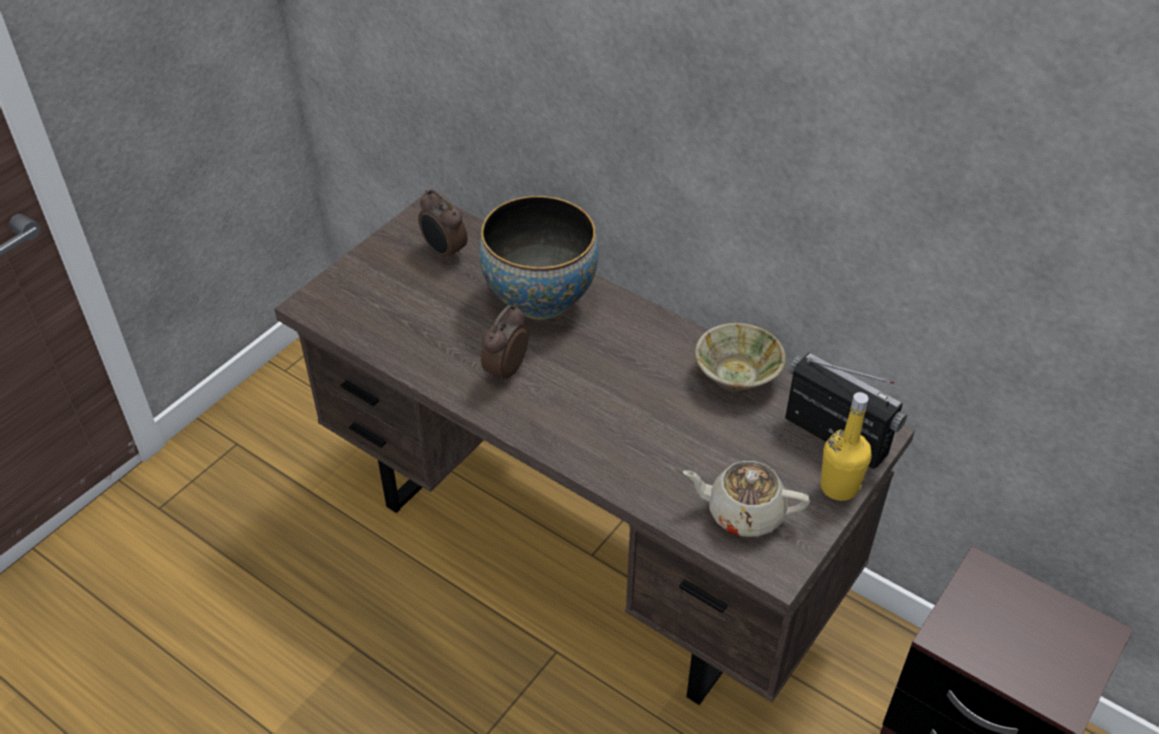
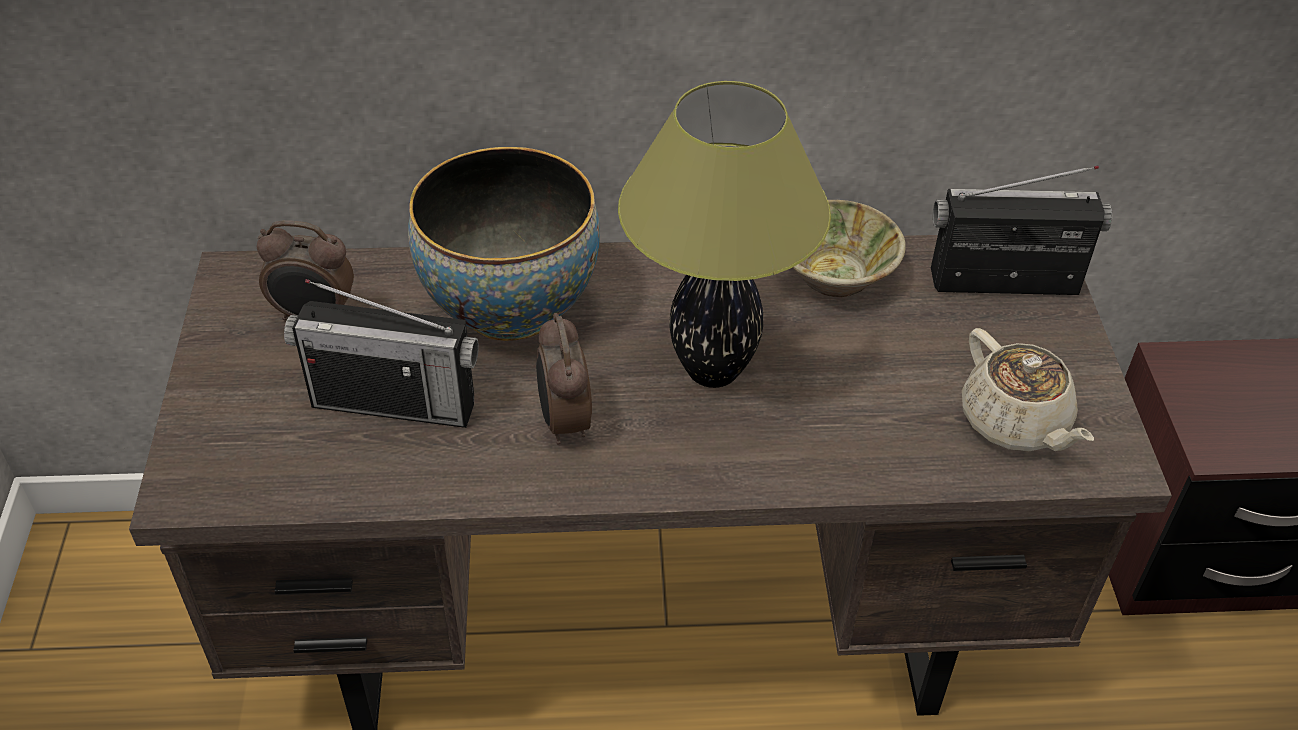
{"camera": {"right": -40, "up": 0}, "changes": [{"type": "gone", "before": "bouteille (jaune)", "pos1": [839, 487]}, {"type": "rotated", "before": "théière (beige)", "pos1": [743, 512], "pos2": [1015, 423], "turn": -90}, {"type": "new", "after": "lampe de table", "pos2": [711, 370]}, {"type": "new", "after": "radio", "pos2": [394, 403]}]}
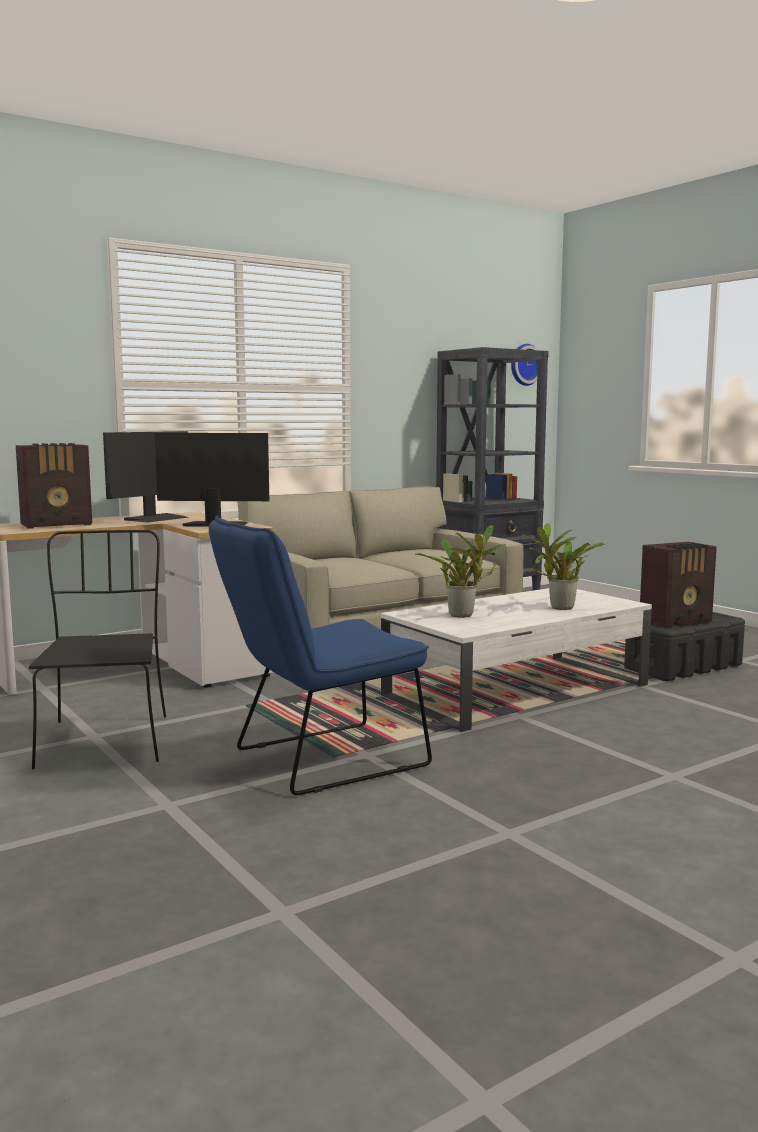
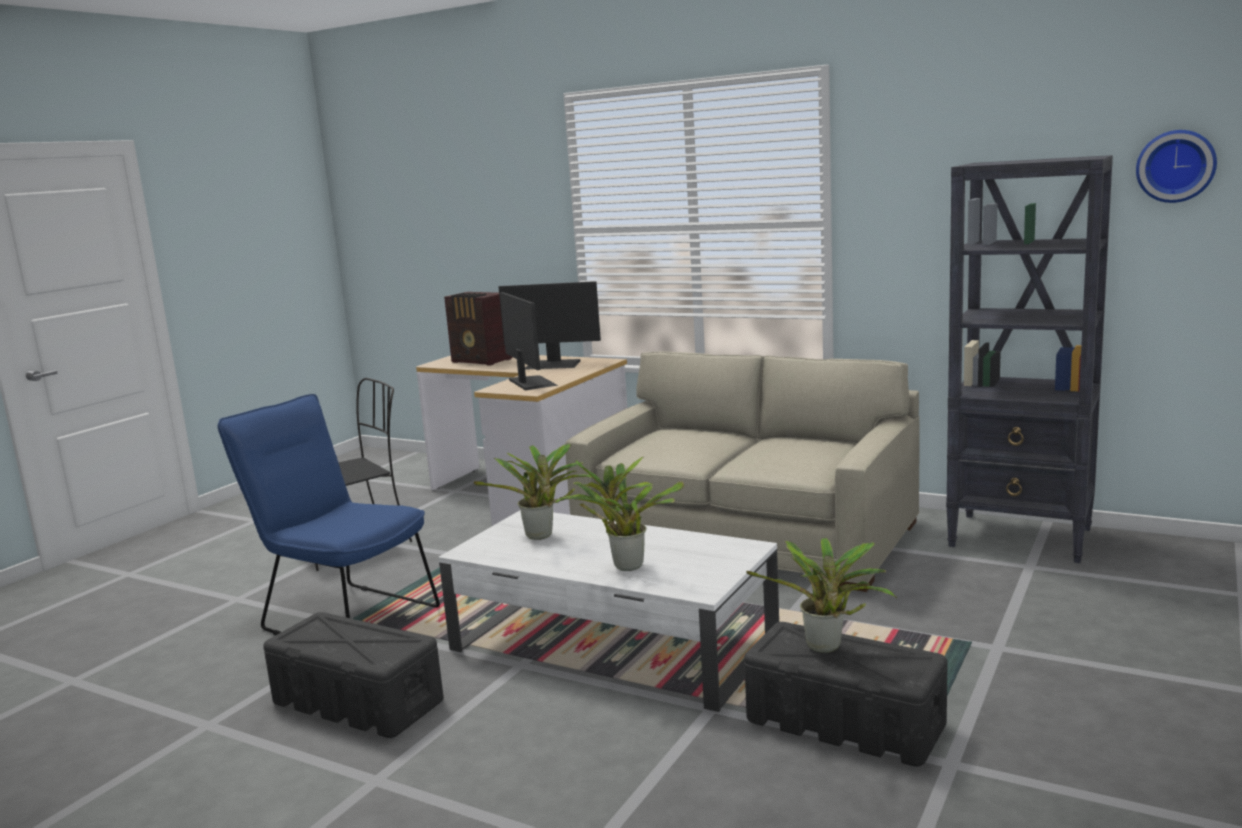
{"camera": {"right": 65, "up": 5}, "changes": [{"type": "swapped", "before": "radio", "after": "plante en pot", "pos1": [677, 620], "pos2": [826, 649]}, {"type": "new", "after": "boîte de rangement (noir)", "pos2": [358, 702]}]}
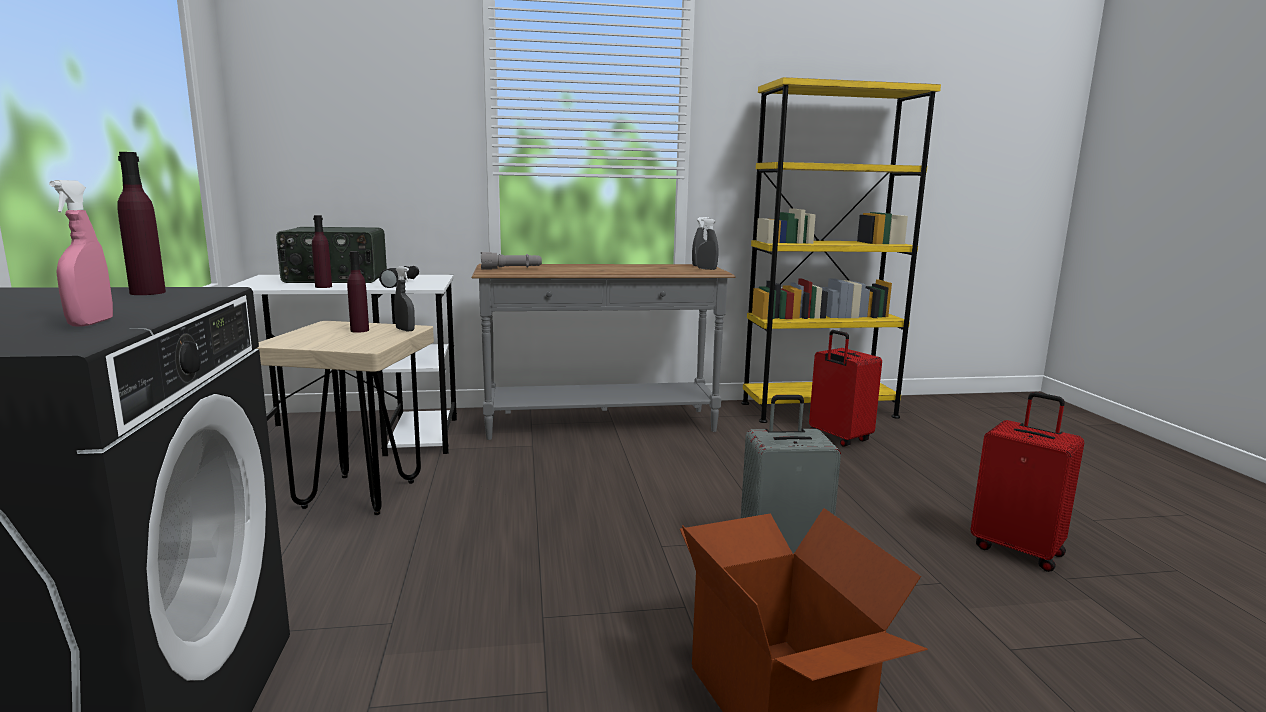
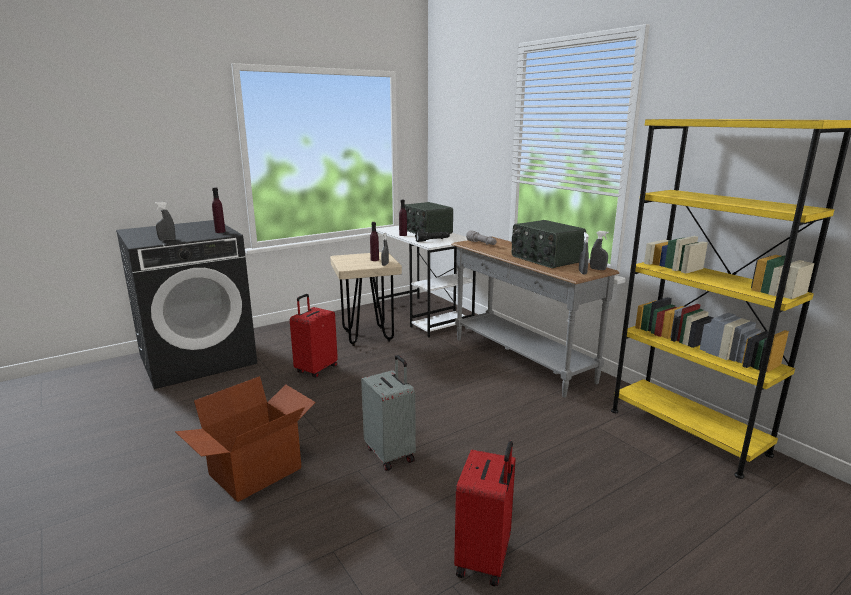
{"camera": {"right": 65, "up": 5}, "changes": [{"type": "repainted", "before": "vaporisateur (rose)", "after": "vaporisateur (gris)", "pos1": [91, 323], "pos2": [167, 240]}, {"type": "shifted", "before": "valise (rouge)", "pos1": [838, 438], "pos2": [316, 369]}, {"type": "new", "after": "radio", "pos2": [545, 259]}]}
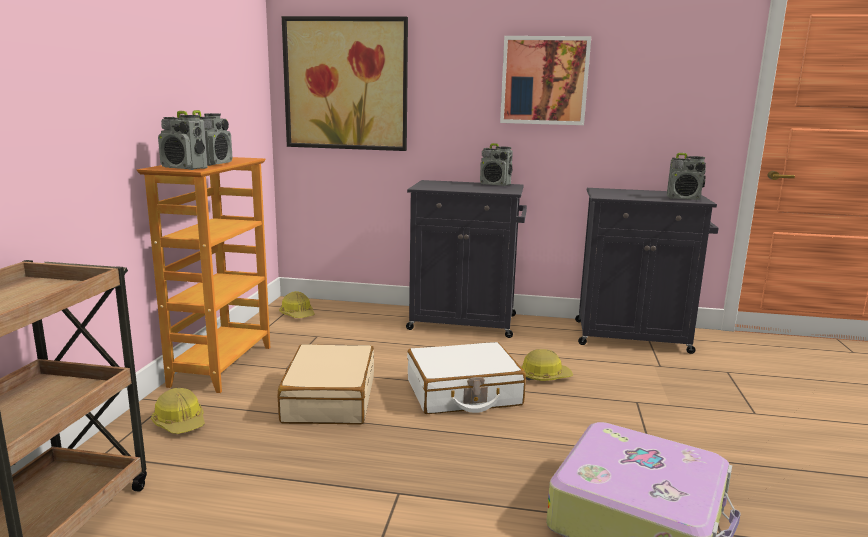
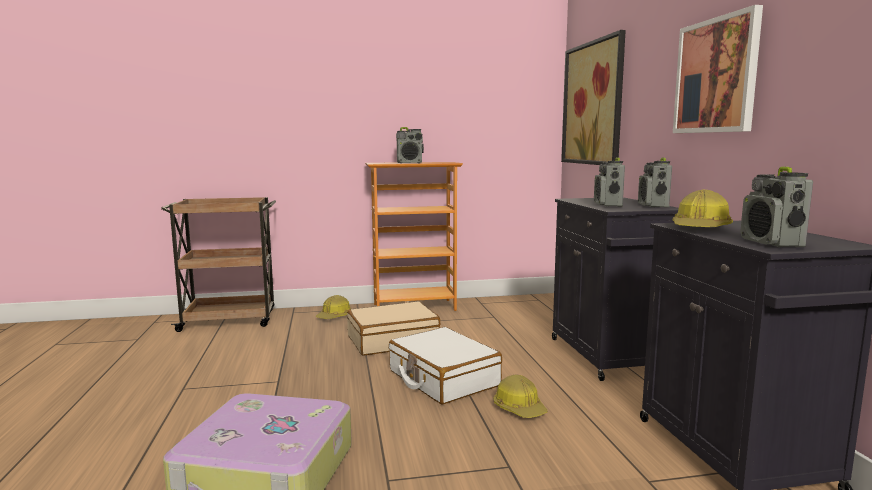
{"camera": {"right": 70, "up": -5}, "changes": [{"type": "shifted", "before": "radio", "pos1": [184, 168], "pos2": [608, 205]}, {"type": "shifted", "before": "casque de chantier", "pos1": [298, 314], "pos2": [700, 229]}]}
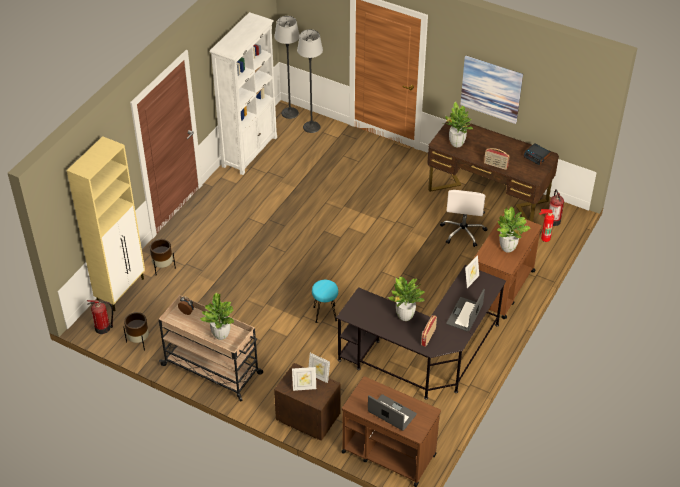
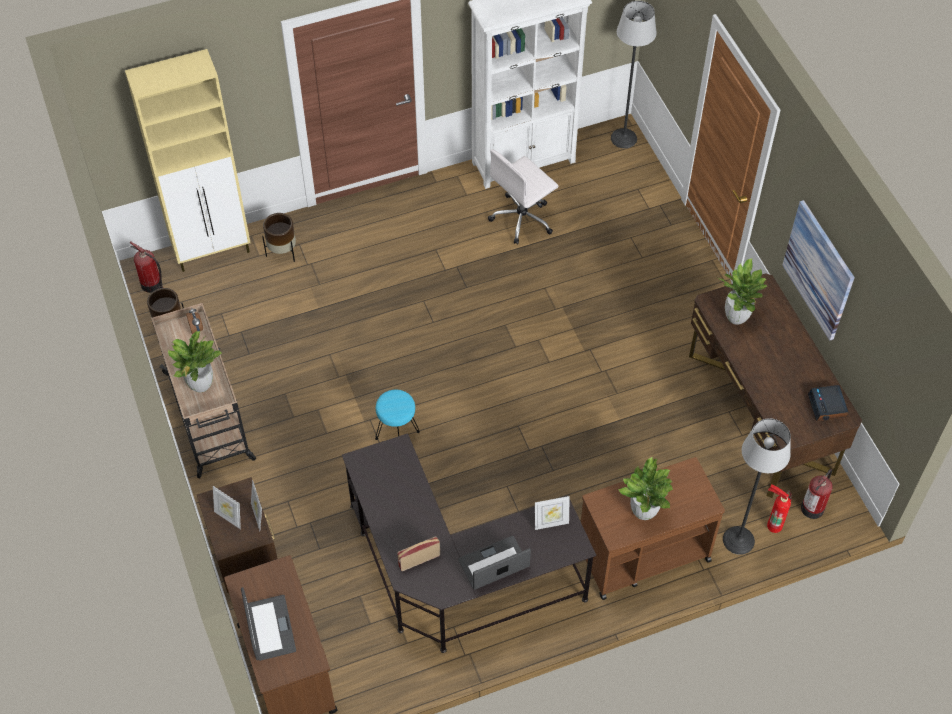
{"camera": {"right": 40, "up": 10}, "changes": [{"type": "shifted", "before": "lampadaire", "pos1": [311, 127], "pos2": [739, 540]}, {"type": "gone", "before": "radio", "pos1": [495, 165]}, {"type": "shifted", "before": "chaise de bureau (blanc)", "pos1": [463, 232], "pos2": [522, 218]}, {"type": "gone", "before": "plante en pot", "pos1": [405, 316]}]}
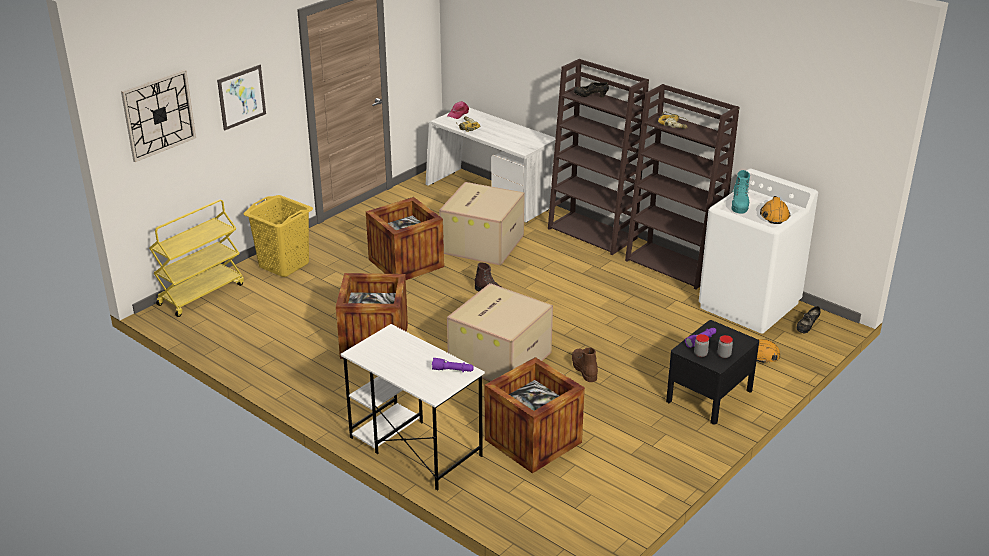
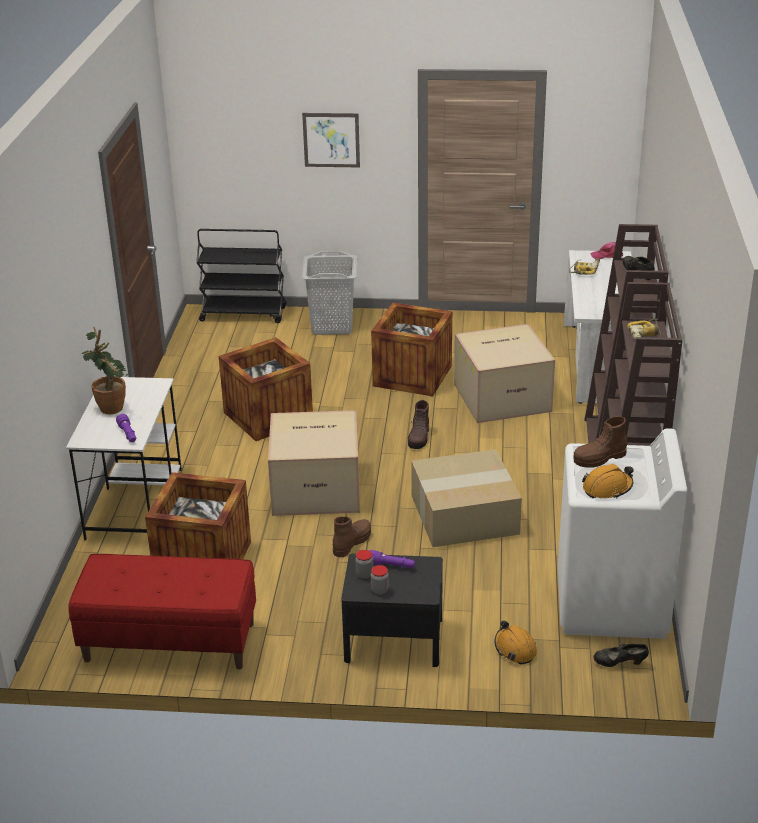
{"camera": {"right": 55, "up": 0}, "changes": [{"type": "gone", "before": "horloge murale", "pos1": [158, 115]}, {"type": "repainted", "before": "botte (turquoise)", "after": "botte (marron)", "pos1": [739, 205], "pos2": [599, 459]}, {"type": "repainted", "before": "panier à linge (jaune)", "after": "panier à linge (gris)", "pos1": [284, 264], "pos2": [332, 325]}, {"type": "repainted", "before": "chariot (jaune)", "after": "chariot (noir)", "pos1": [201, 294], "pos2": [244, 314]}, {"type": "new", "after": "plante en pot", "pos2": [111, 405]}, {"type": "new", "after": "carton", "pos2": [463, 515]}, {"type": "new", "after": "banc (rouge)", "pos2": [169, 642]}]}
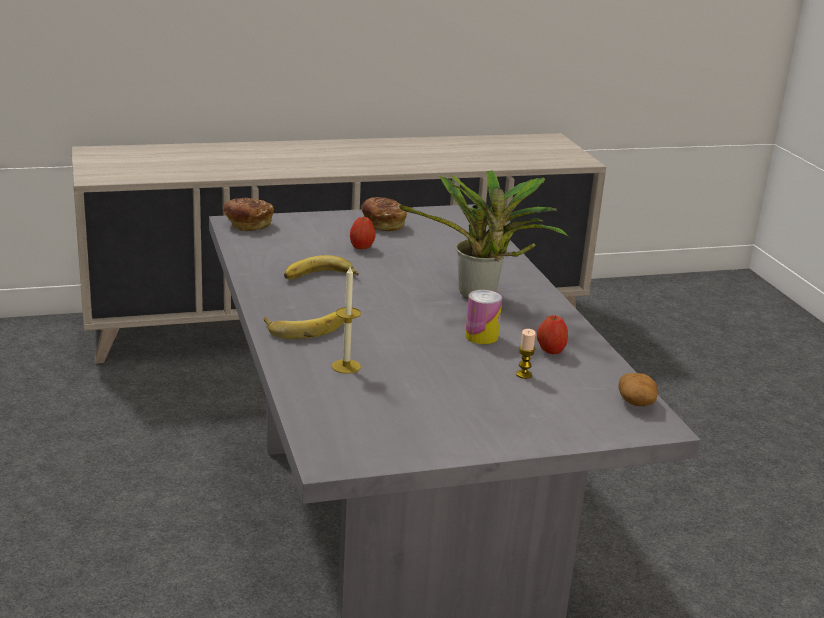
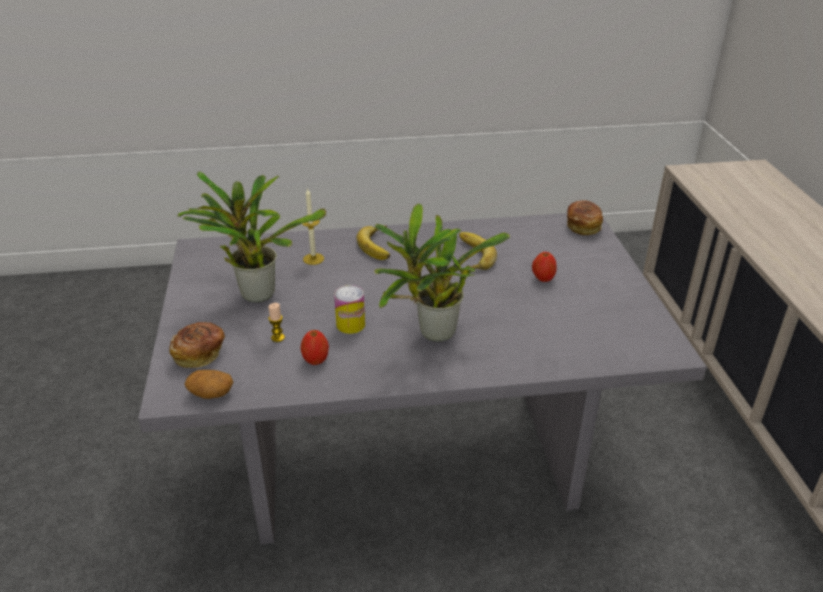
{"camera": {"right": 100, "up": 10}, "changes": [{"type": "shifted", "before": "pain", "pos1": [382, 224], "pos2": [200, 354]}, {"type": "new", "after": "plante en pot", "pos2": [255, 292]}]}
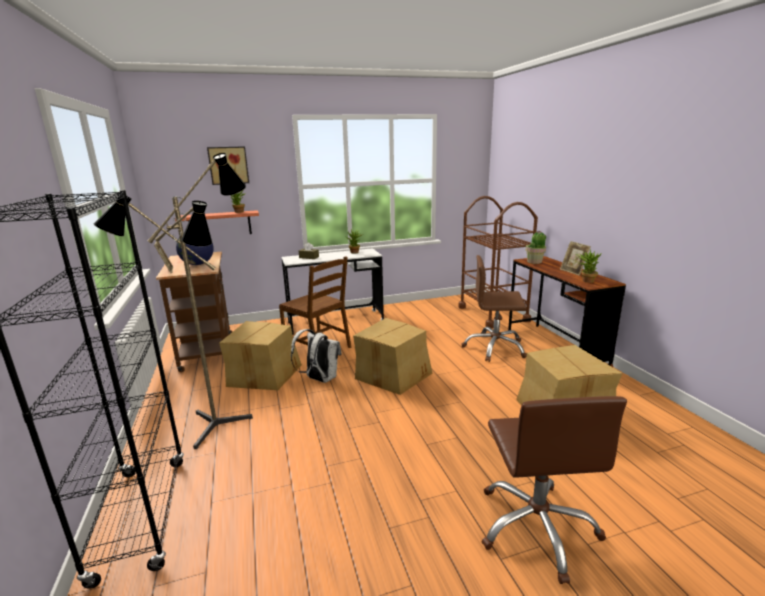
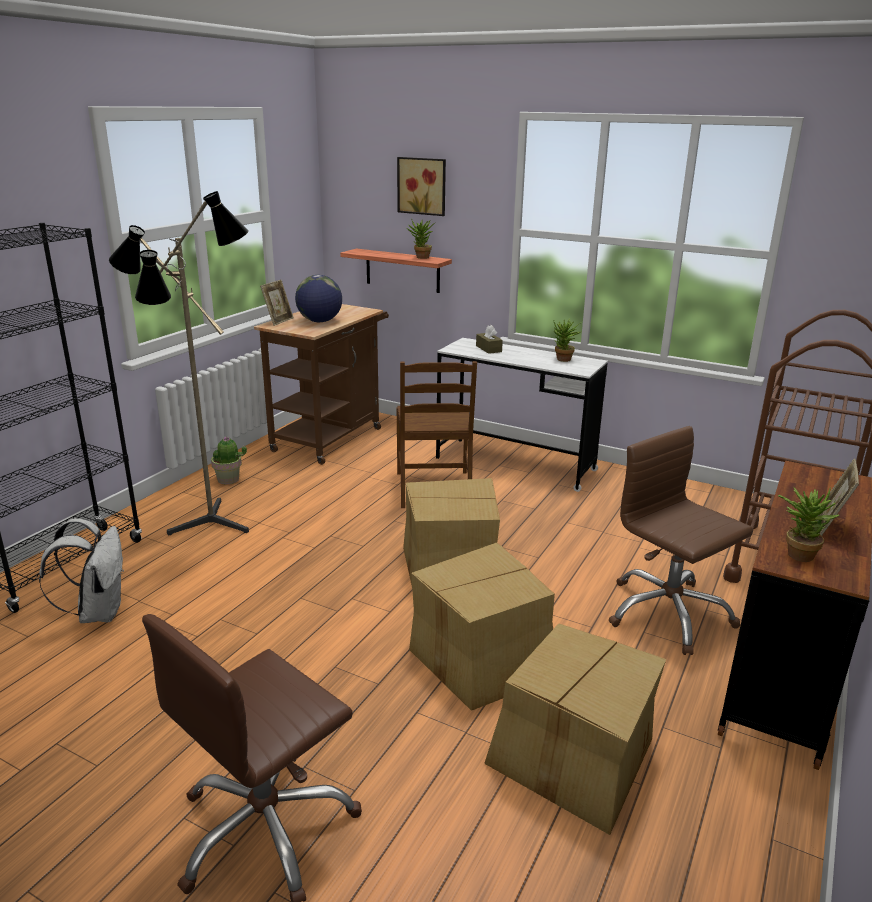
{"camera": {"right": 45, "up": 5}, "changes": [{"type": "shifted", "before": "plante en pot", "pos1": [534, 262], "pos2": [228, 479]}, {"type": "shifted", "before": "carton", "pos1": [264, 374], "pos2": [483, 658]}, {"type": "shifted", "before": "sac à dos (blanc)", "pos1": [319, 379], "pos2": [98, 612]}]}
